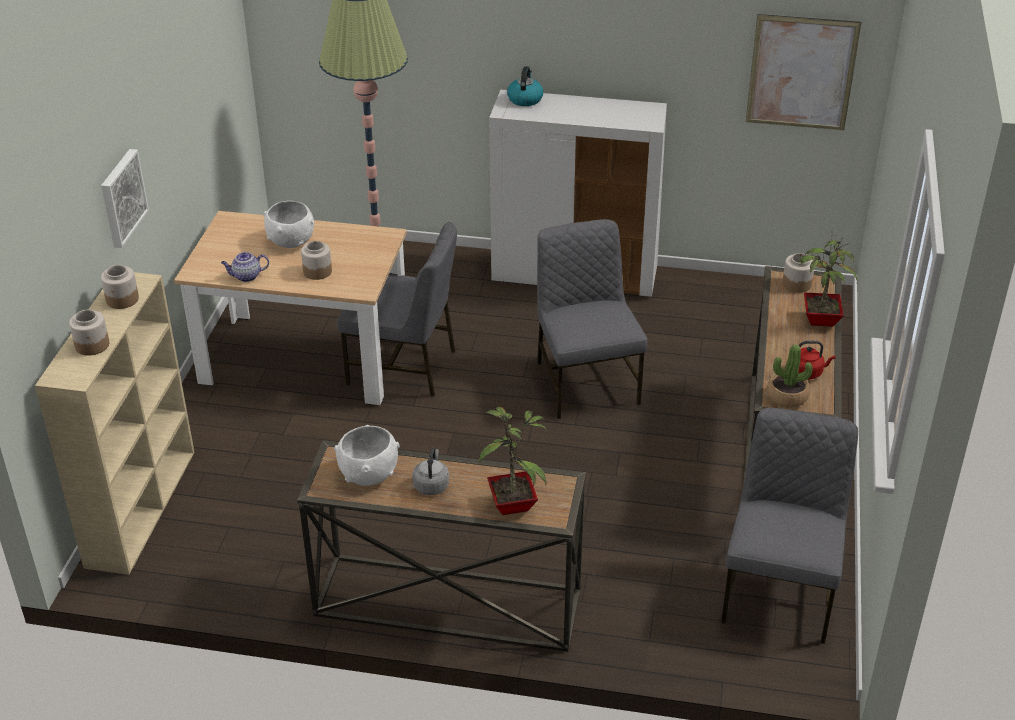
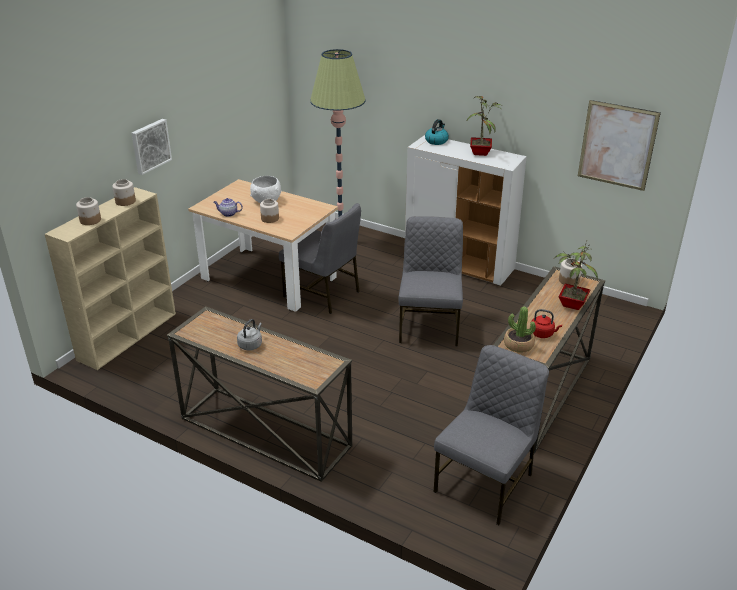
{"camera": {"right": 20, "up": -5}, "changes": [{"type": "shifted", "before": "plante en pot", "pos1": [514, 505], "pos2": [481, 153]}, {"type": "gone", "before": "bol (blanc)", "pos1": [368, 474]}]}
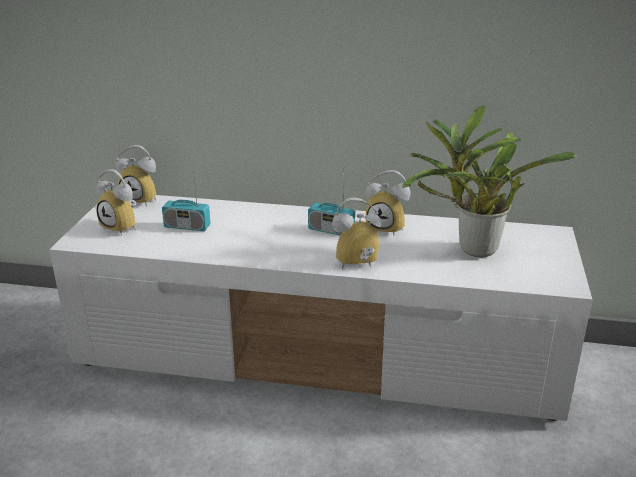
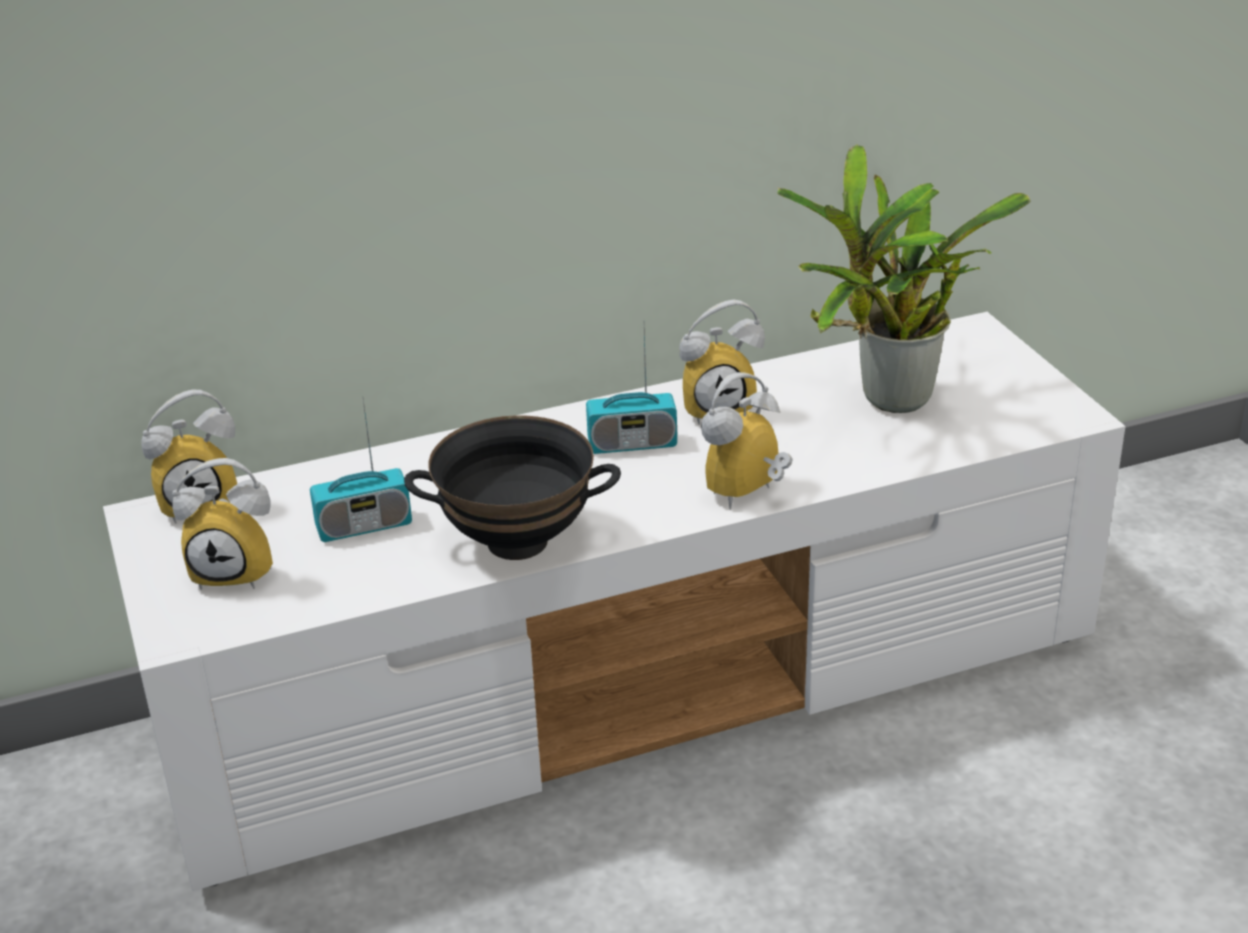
{"camera": {"right": -30, "up": 5}, "changes": [{"type": "new", "after": "bol (noir)", "pos2": [518, 541]}]}
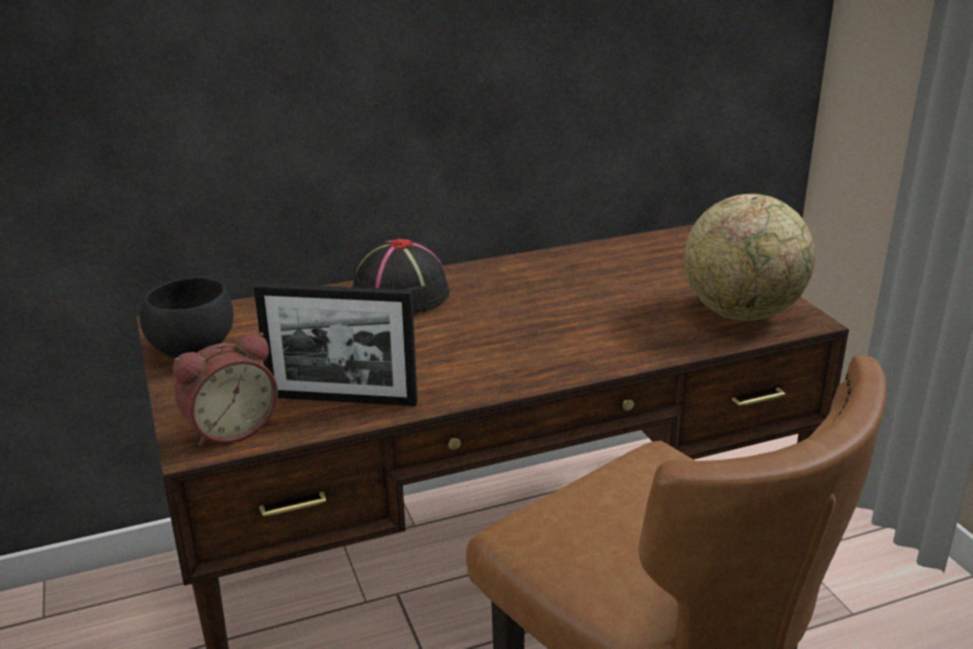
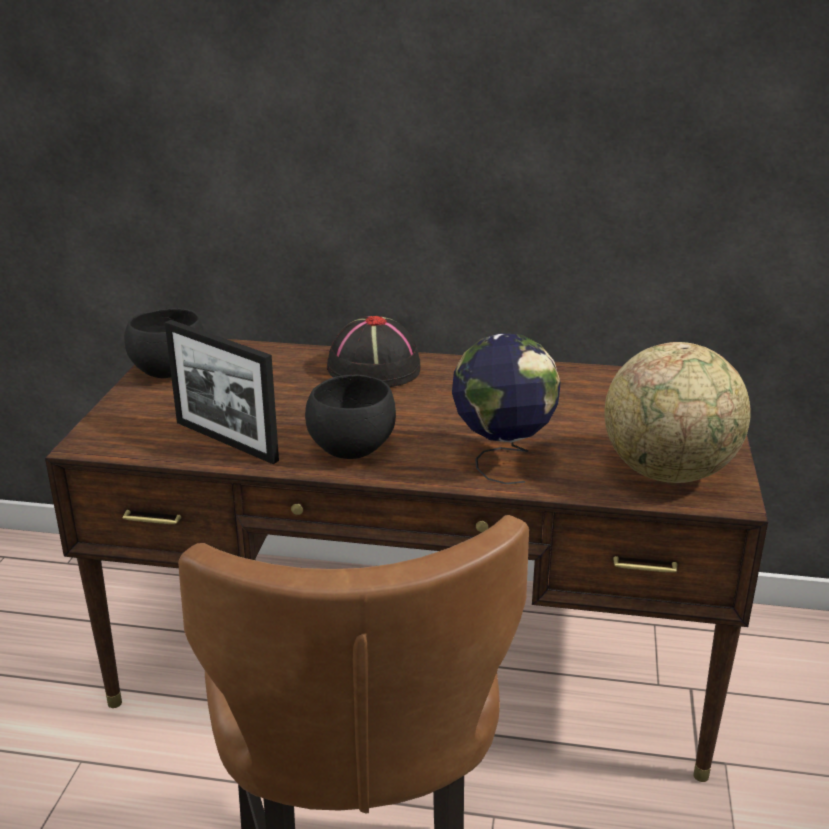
{"camera": {"right": 30, "up": 0}, "changes": [{"type": "gone", "before": "réveil", "pos1": [230, 428]}, {"type": "new", "after": "globe", "pos2": [502, 460]}, {"type": "new", "after": "bol (noir)", "pos2": [349, 449]}]}
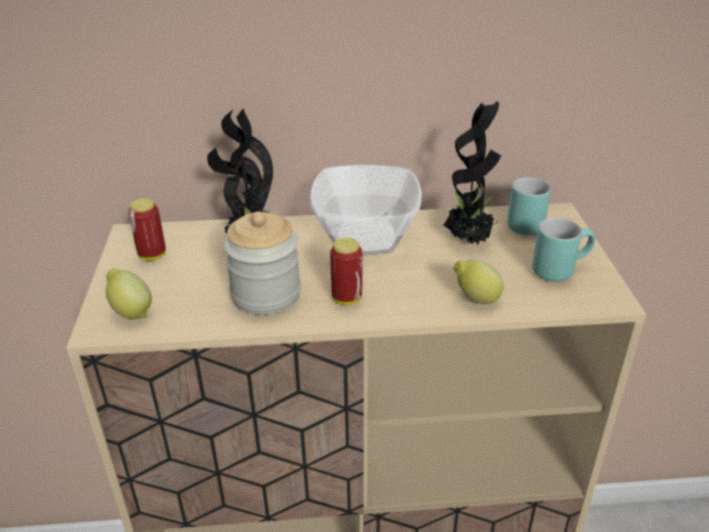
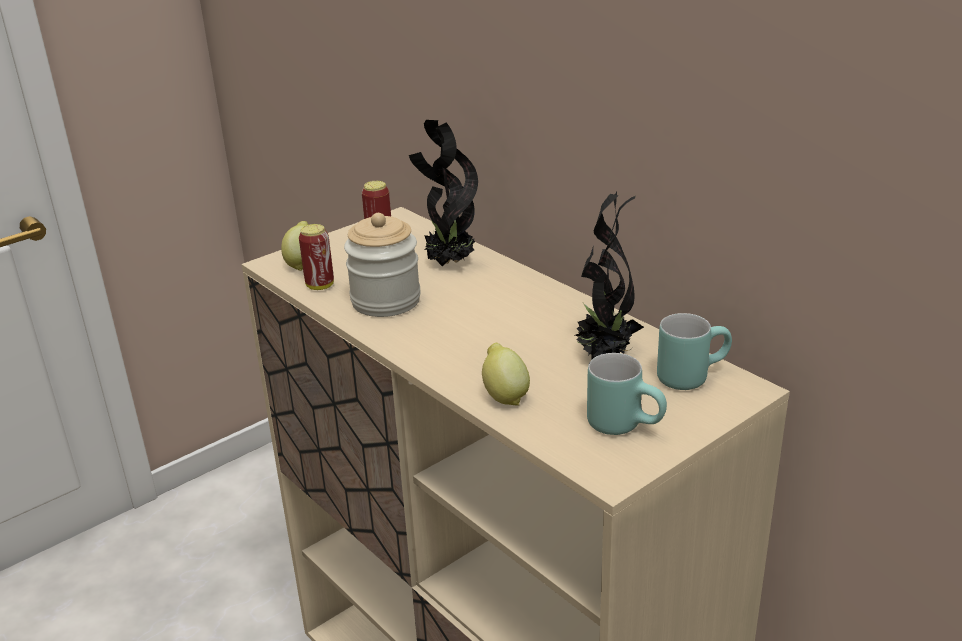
{"camera": {"right": 55, "up": -5}, "changes": [{"type": "gone", "before": "bol", "pos1": [367, 239]}, {"type": "shifted", "before": "boîte métallique", "pos1": [347, 298], "pos2": [320, 286]}]}
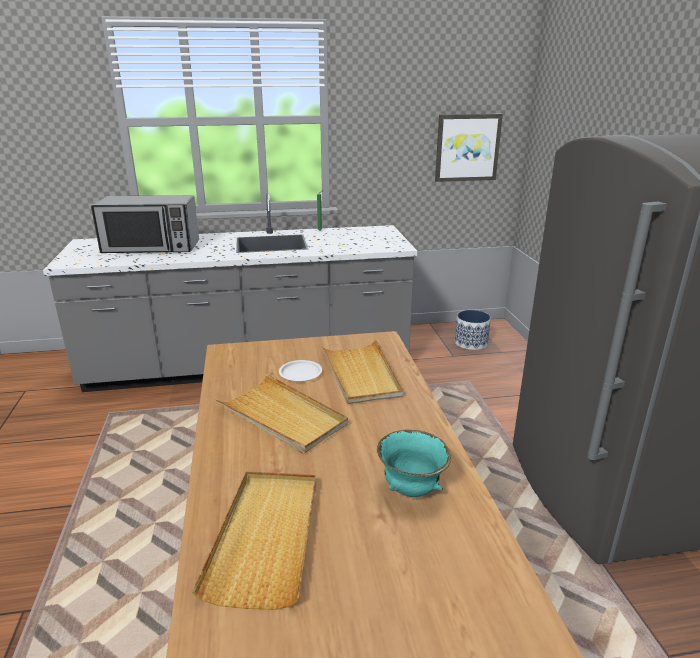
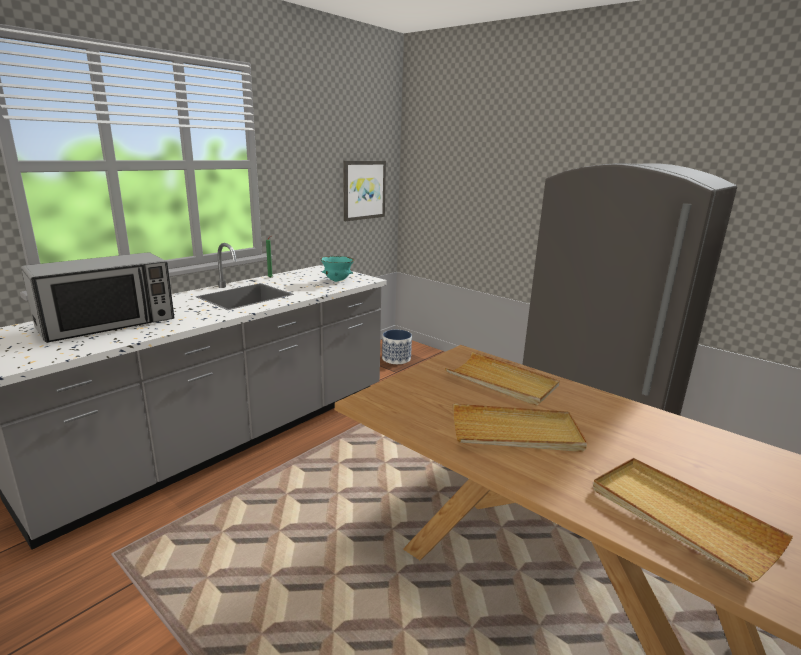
{"camera": {"right": -40, "up": -5}, "changes": [{"type": "gone", "before": "assiette (blanc)", "pos1": [300, 374]}, {"type": "shifted", "before": "bol (turquoise)", "pos1": [411, 490], "pos2": [337, 281]}]}
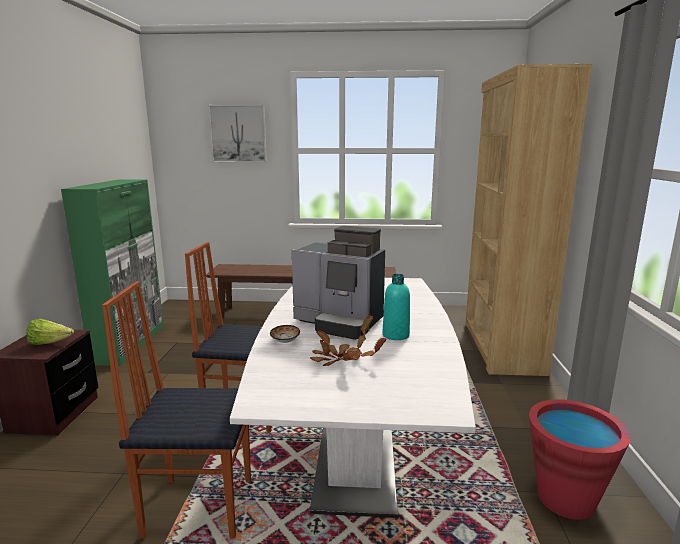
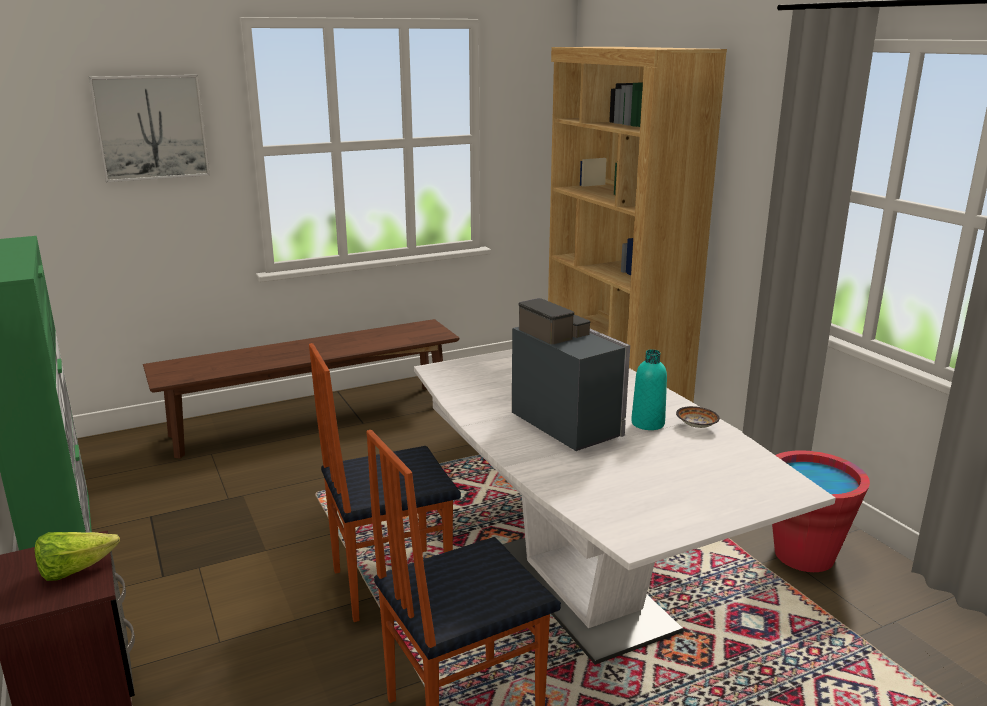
{"camera": {"right": -30, "up": 5}, "changes": [{"type": "rotated", "before": "machine à café", "pos1": [340, 323], "pos2": [568, 423], "turn": -120}, {"type": "gone", "before": "plante en pot", "pos1": [341, 359]}, {"type": "shifted", "before": "bol", "pos1": [285, 341], "pos2": [696, 426]}]}
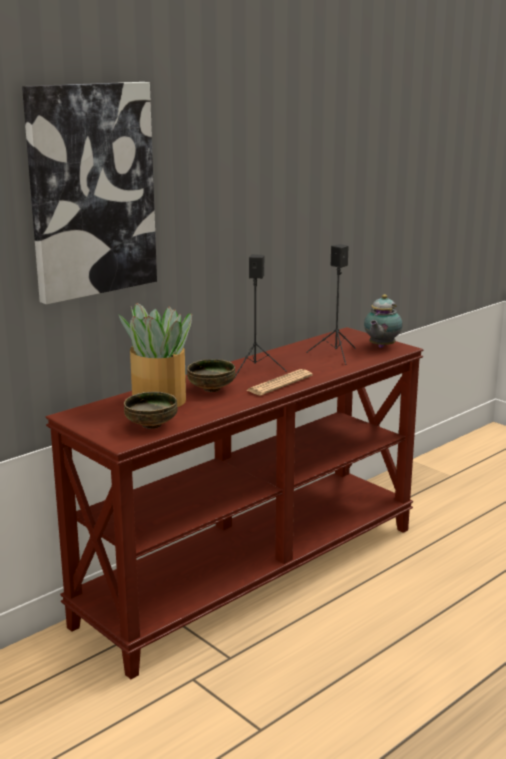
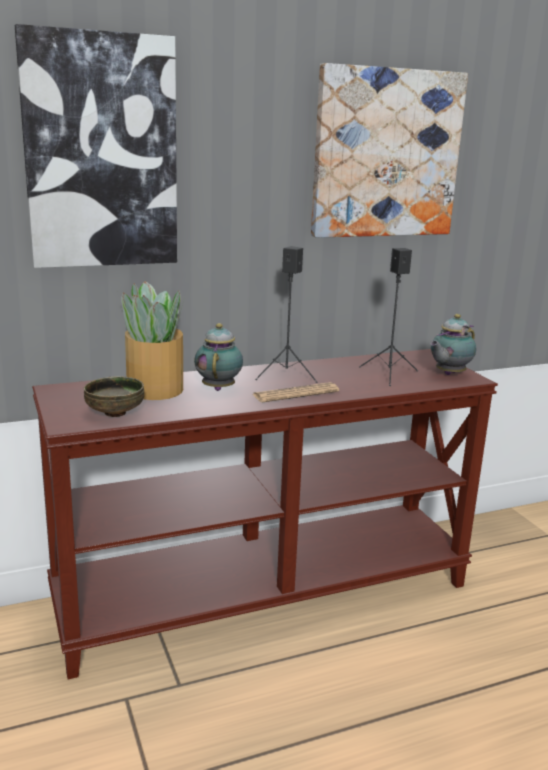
{"camera": {"right": 20, "up": 0}, "changes": [{"type": "swapped", "before": "bol", "after": "théière", "pos1": [212, 389], "pos2": [219, 388]}, {"type": "new", "after": "tableau", "pos2": [385, 154]}]}
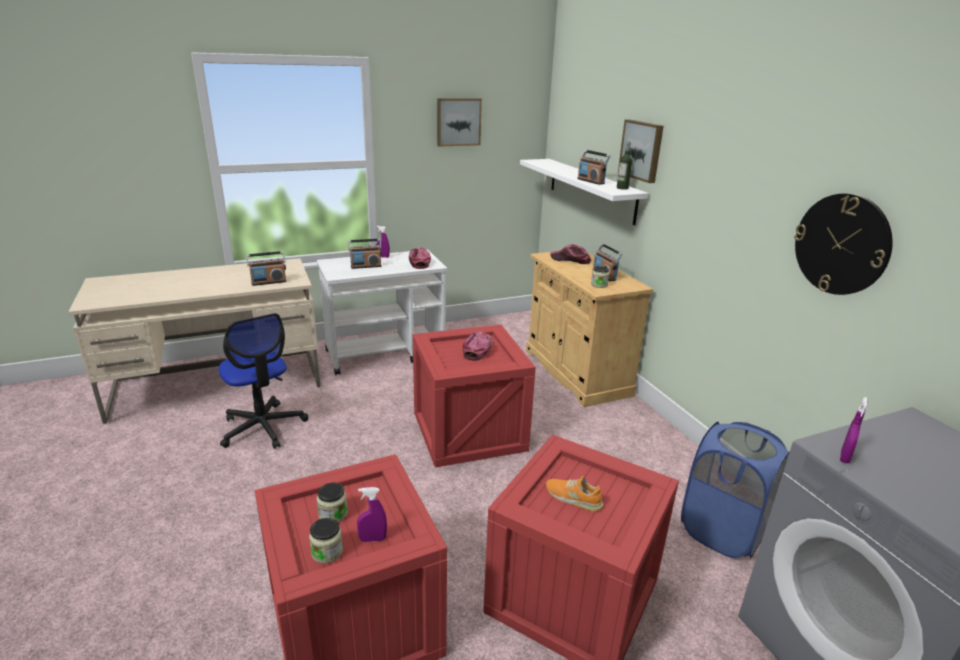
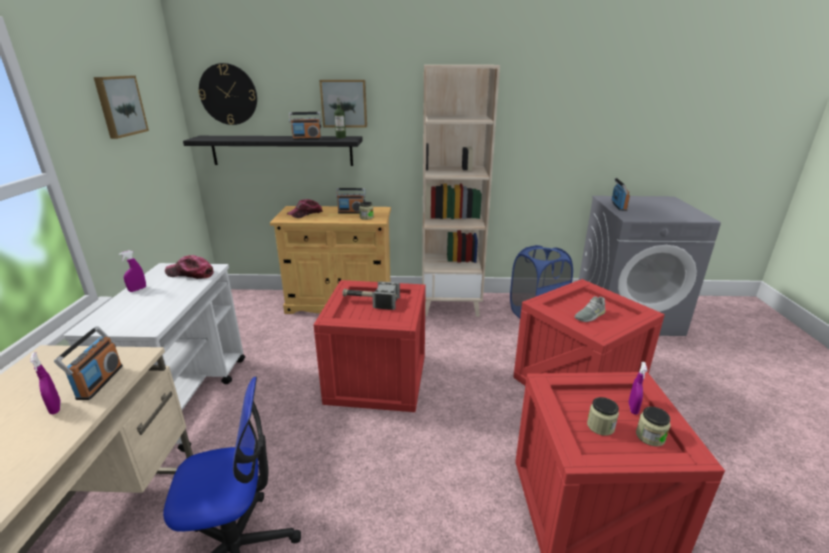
{"camera": {"right": -65, "up": 0}, "changes": [{"type": "repainted", "before": "étagère (blanc)", "after": "étagère (noir)", "pos1": [591, 189], "pos2": [282, 150]}, {"type": "shifted", "before": "horloge murale", "pos1": [841, 244], "pos2": [228, 94]}, {"type": "shifted", "before": "radio", "pos1": [366, 266], "pos2": [618, 206]}, {"type": "swapped", "before": "casquette", "after": "marteau", "pos1": [478, 350], "pos2": [370, 302]}, {"type": "shifted", "before": "vaporisateur (violet)", "pos1": [844, 457], "pos2": [55, 408]}, {"type": "repainted", "before": "chaussure (orange)", "after": "chaussure (gris)", "pos1": [573, 498], "pos2": [589, 315]}, {"type": "new", "after": "bibliothèque (beige)", "pos2": [451, 304]}]}
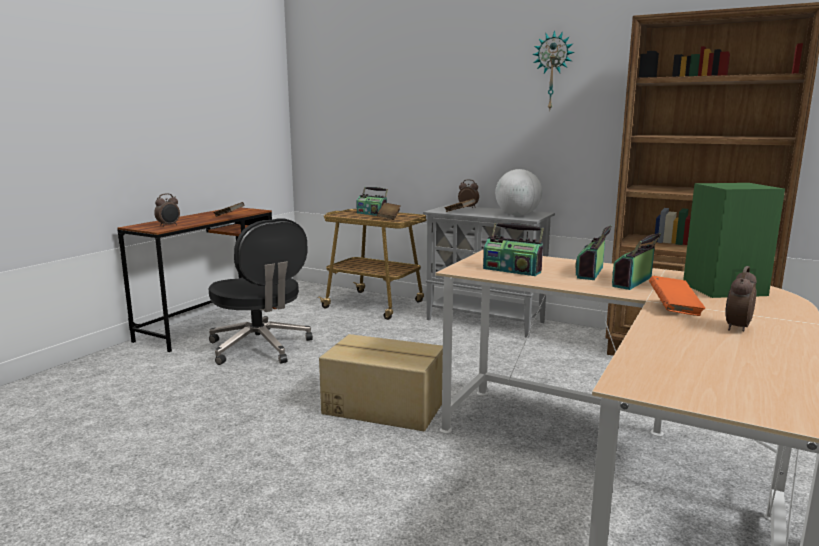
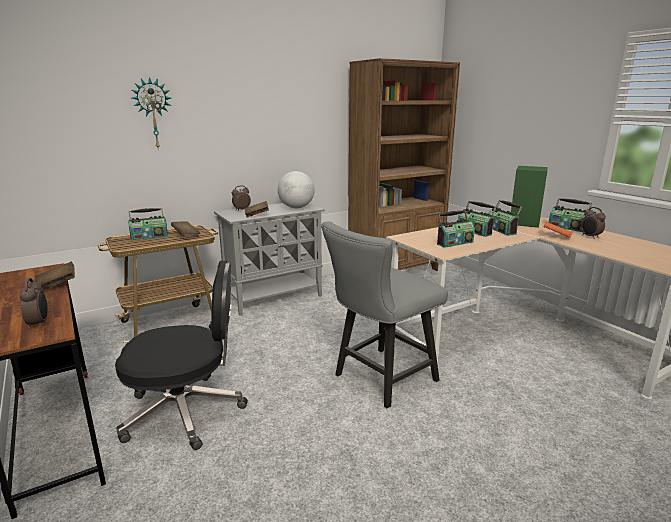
{"camera": {"right": -60, "up": 5}, "changes": [{"type": "shifted", "before": "horloge murale", "pos1": [552, 71], "pos2": [153, 114]}, {"type": "swapped", "before": "carton", "after": "chaise (gris)", "pos1": [384, 406], "pos2": [380, 380]}, {"type": "new", "after": "radio", "pos2": [567, 228]}]}
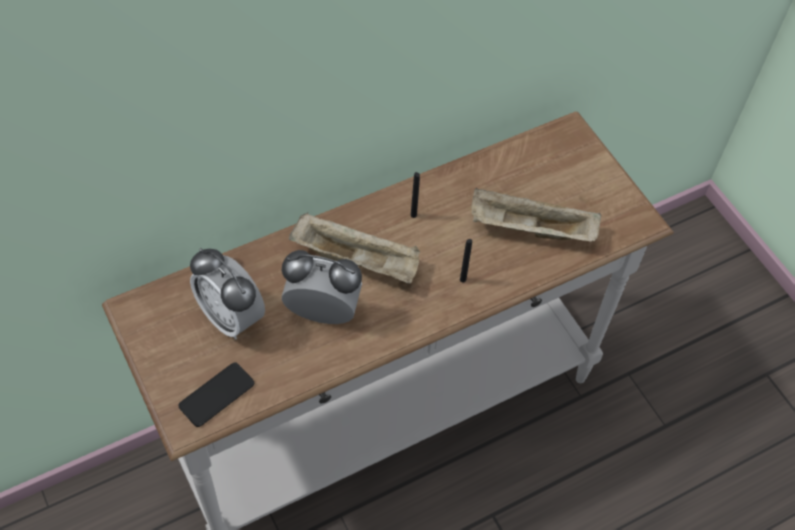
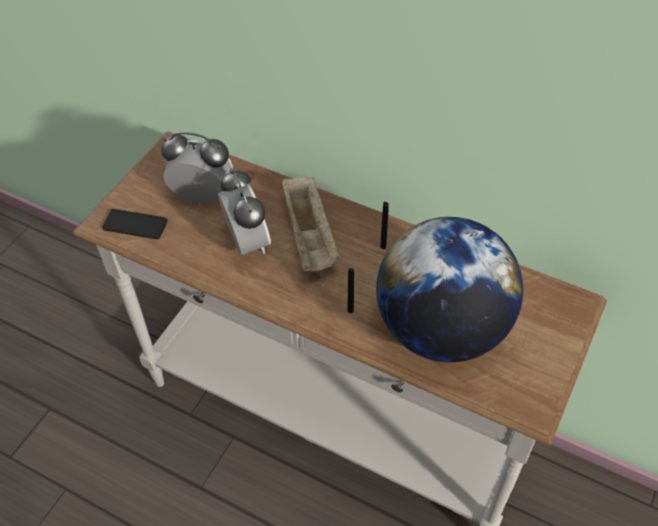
{"camera": {"right": 60, "up": -5}, "changes": [{"type": "swapped", "before": "plateau (beige)", "after": "globe", "pos1": [529, 230], "pos2": [441, 329]}, {"type": "rotated", "before": "réveil", "pos1": [231, 317], "pos2": [203, 197], "turn": 90}]}
